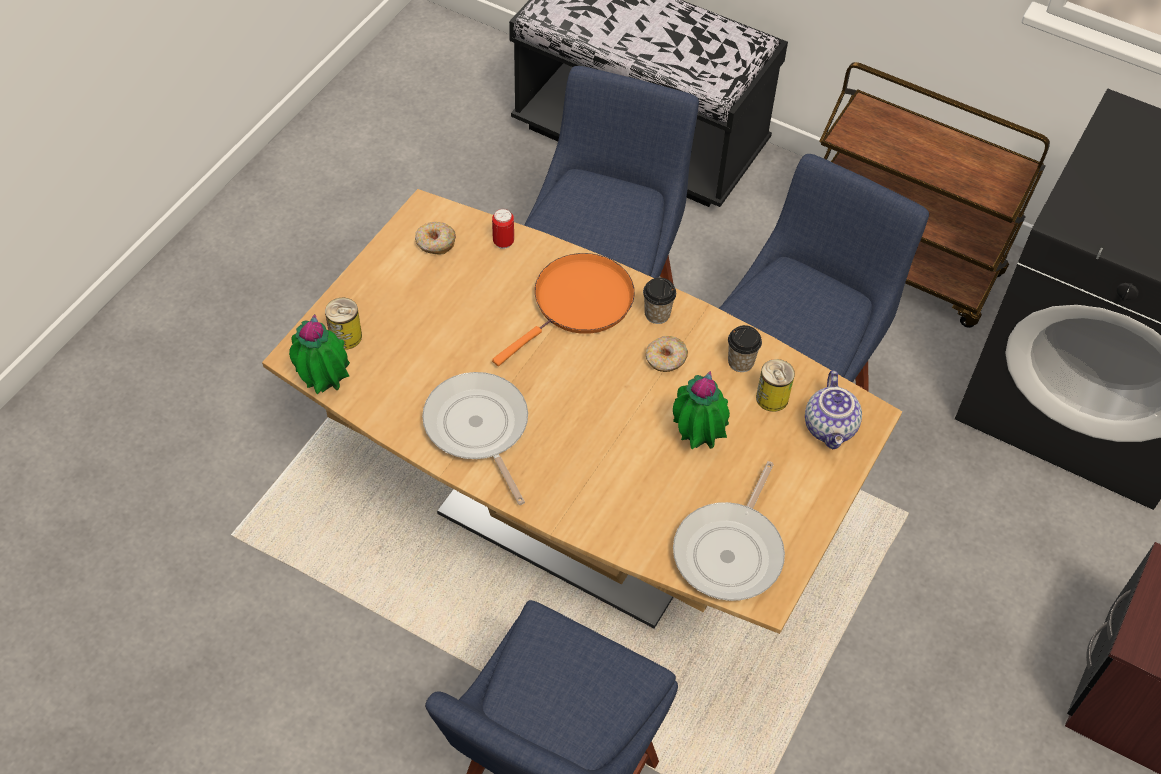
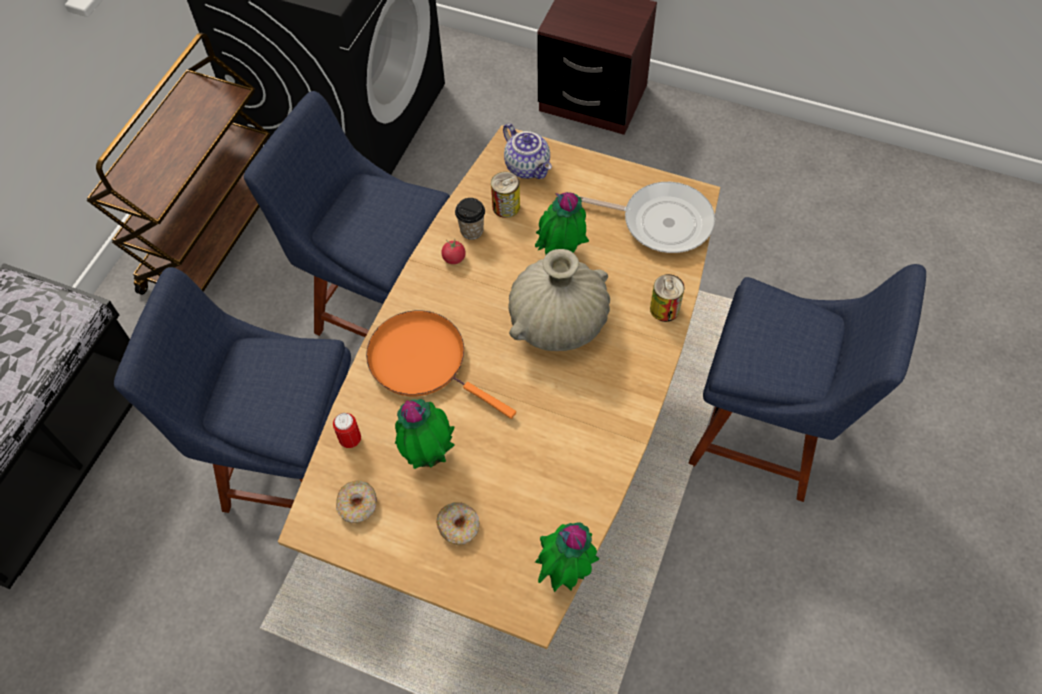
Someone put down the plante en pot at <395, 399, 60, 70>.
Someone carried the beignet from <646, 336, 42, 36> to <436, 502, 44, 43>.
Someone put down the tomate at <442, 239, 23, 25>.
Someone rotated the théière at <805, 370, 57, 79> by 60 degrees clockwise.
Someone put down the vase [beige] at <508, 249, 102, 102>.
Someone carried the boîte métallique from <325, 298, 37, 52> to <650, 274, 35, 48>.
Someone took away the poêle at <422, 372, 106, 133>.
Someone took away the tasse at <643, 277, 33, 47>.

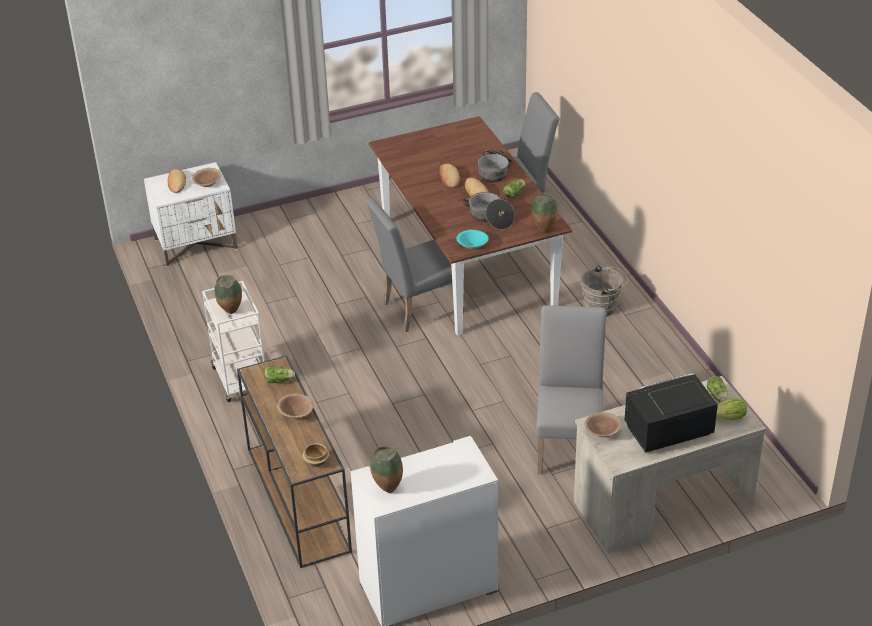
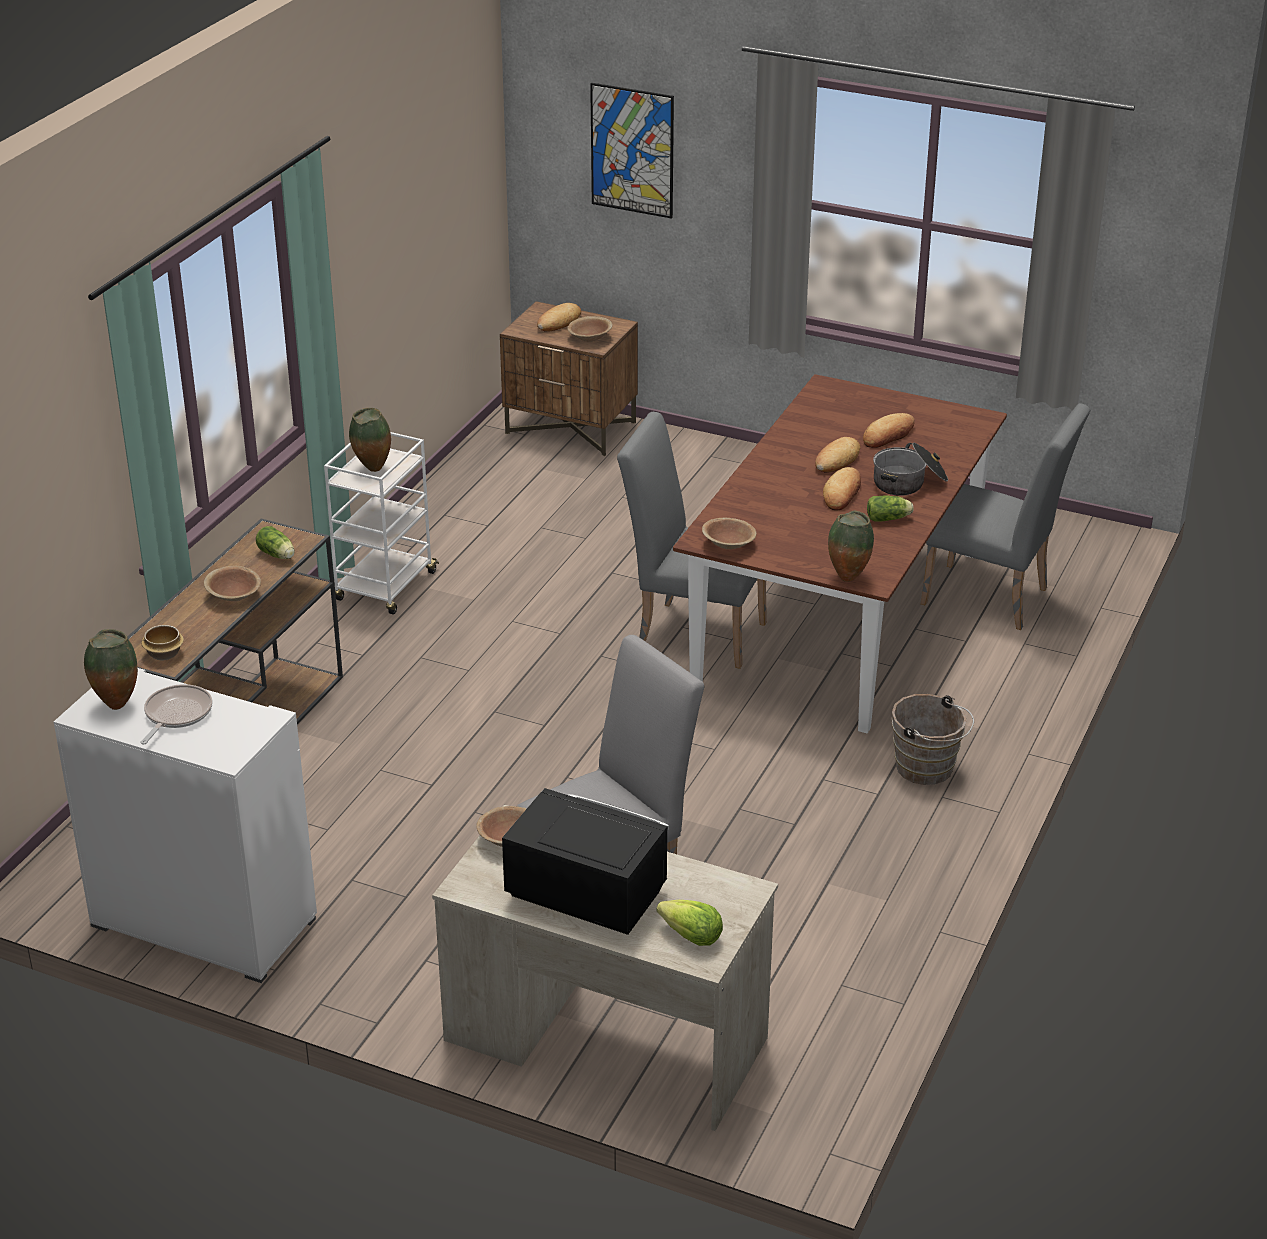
Someone put down the poêle at <140, 684, 72, 60>.
Someone repainted the table de chevet [blanc] at <144, 162, 93, 105>, which became the table de chevet [marron] at <500, 301, 138, 155>.
Someone put up the tableau at <590, 83, 84, 136>.
Someone repainted the bol [turquoise] at <456, 230, 33, 19>, which became the bol [marron] at <702, 518, 55, 31>.
Someone put down the pain at <863, 413, 52, 35>.
Someone took away the marmite at <463, 192, 52, 38>.
Someone took away the laitue at <707, 376, 21, 27>.

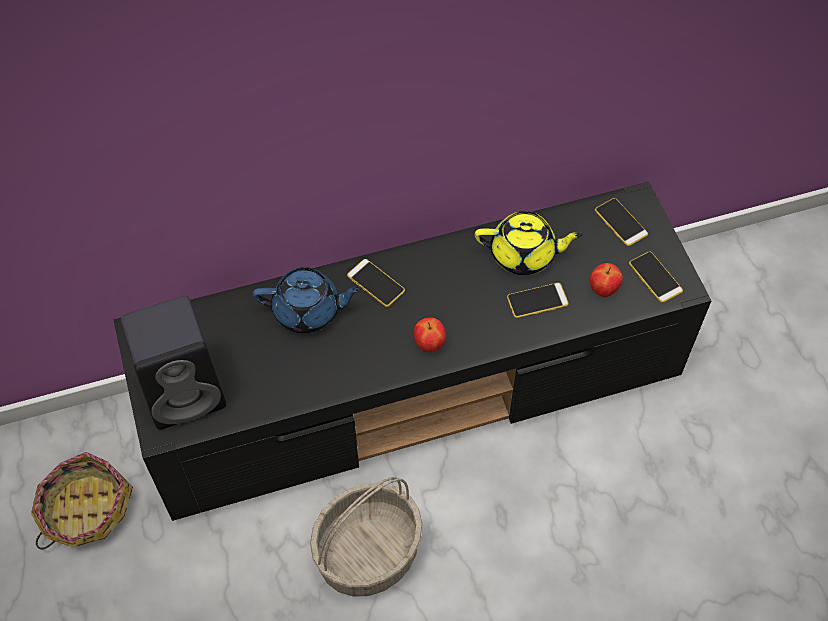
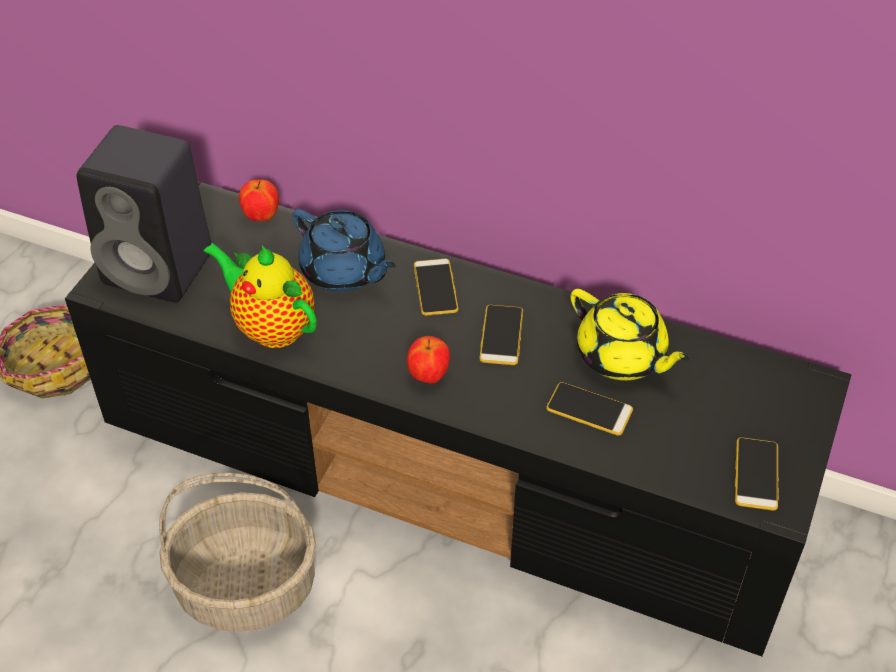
Someone put down the théière at <203, 243, 114, 105>.
Someone carried the pomme from <590, 263, 33, 34> to <239, 179, 40, 42>.
Someone carried the téléphone from <595, 198, 53, 48> to <479, 305, 44, 60>.

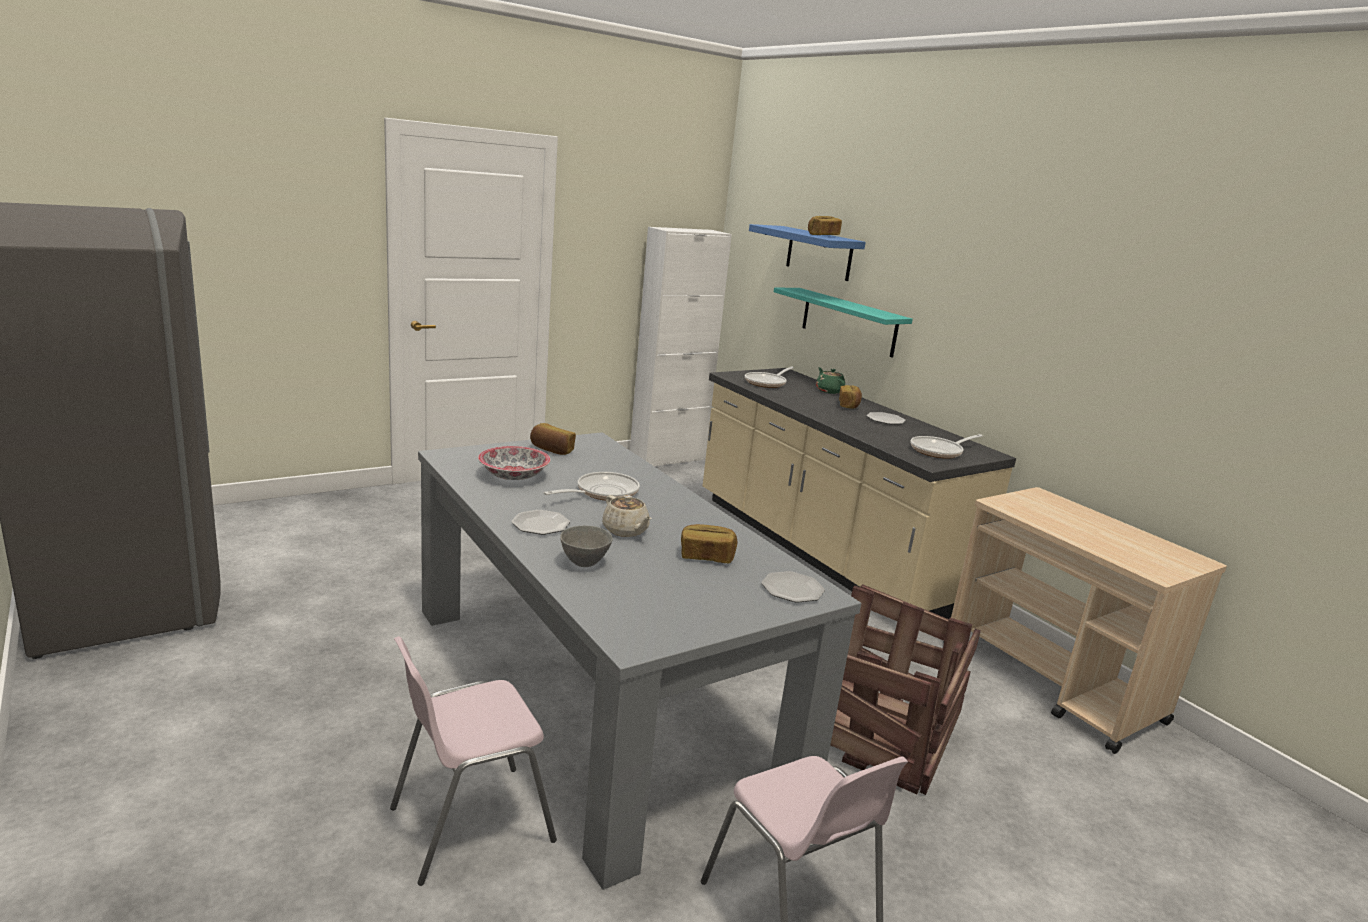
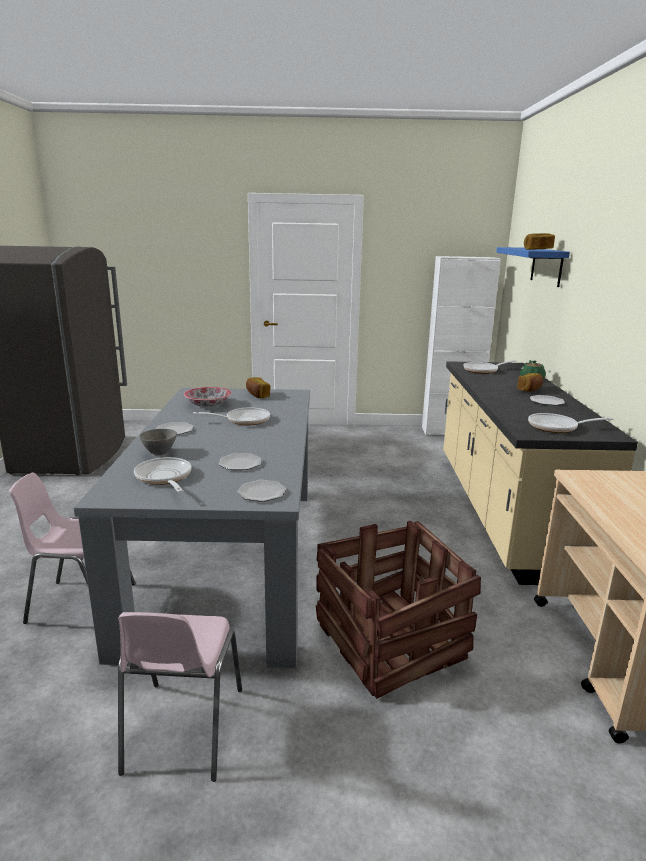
Someone put down the poêle at <134, 457, 57, 36>.
Someone swapped the pain at <681, 524, 57, 39> for the assiette at <219, 453, 43, 17>.
Someone took away the théière [beige] at <602, 495, 49, 42>.
Someone took away the étagère [turquoise] at <774, 288, 139, 70>.

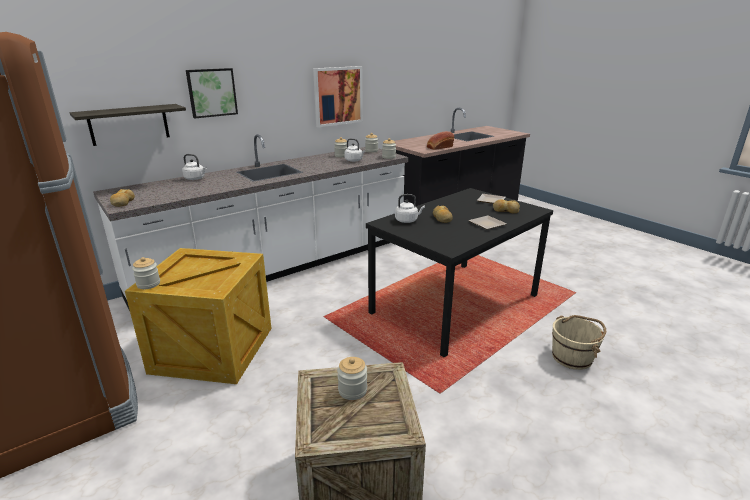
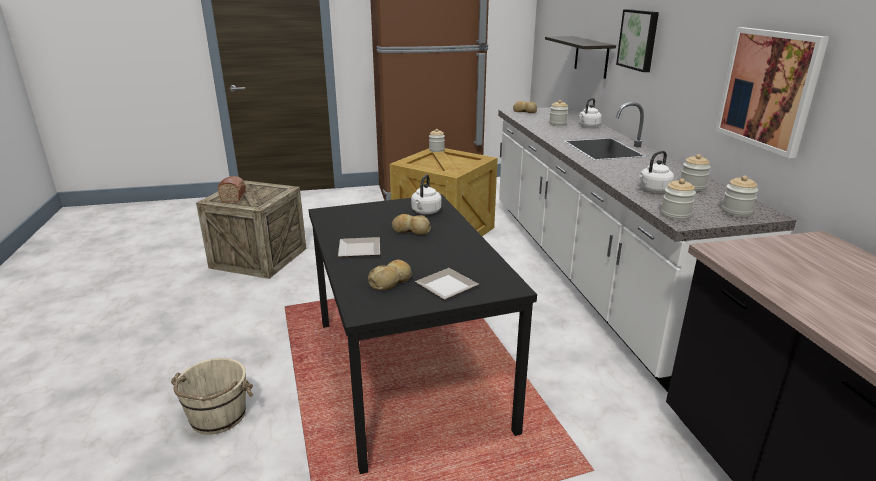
Someone carried the pain from <427, 131, 27, 19> to <218, 176, 28, 26>.
Someone carried the bocal from <337, 357, 30, 43> to <549, 100, 19, 26>.

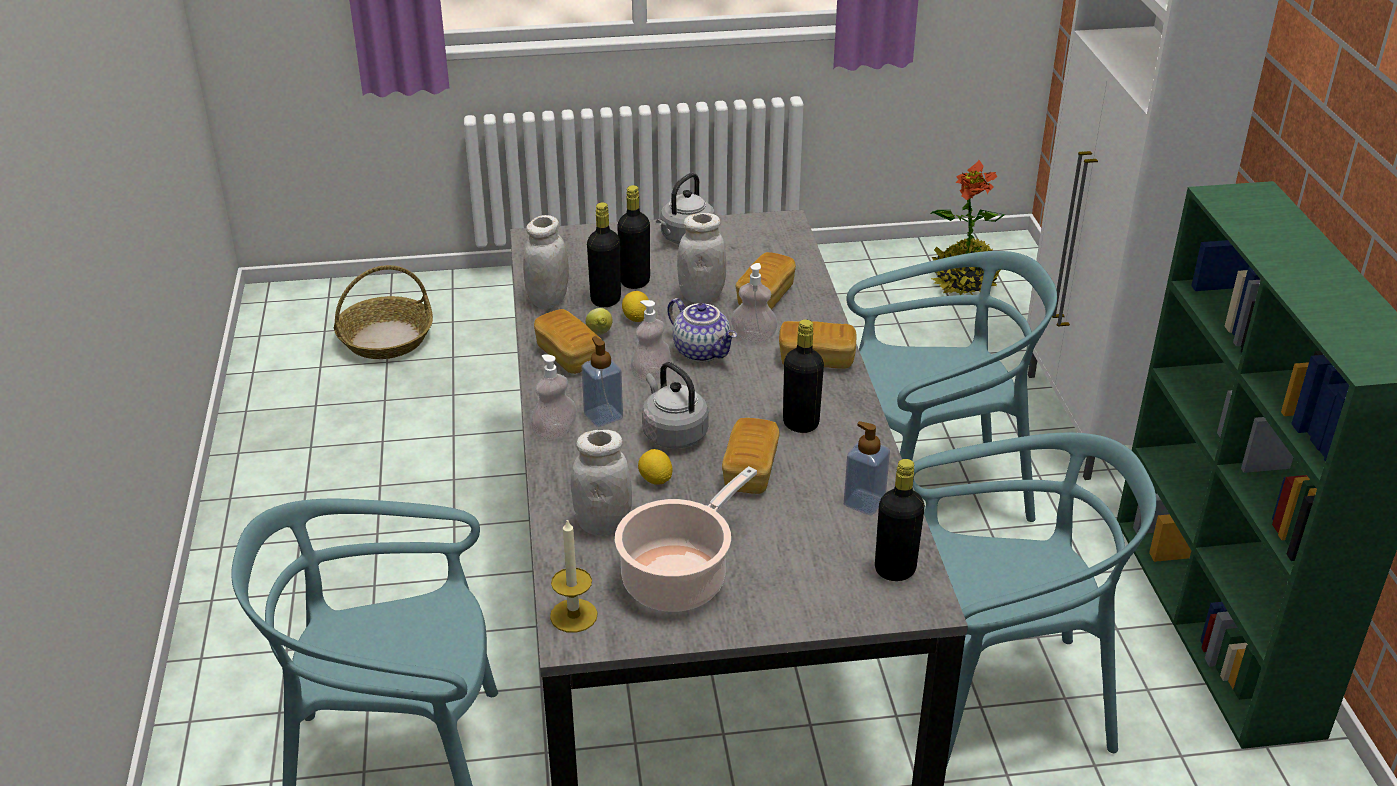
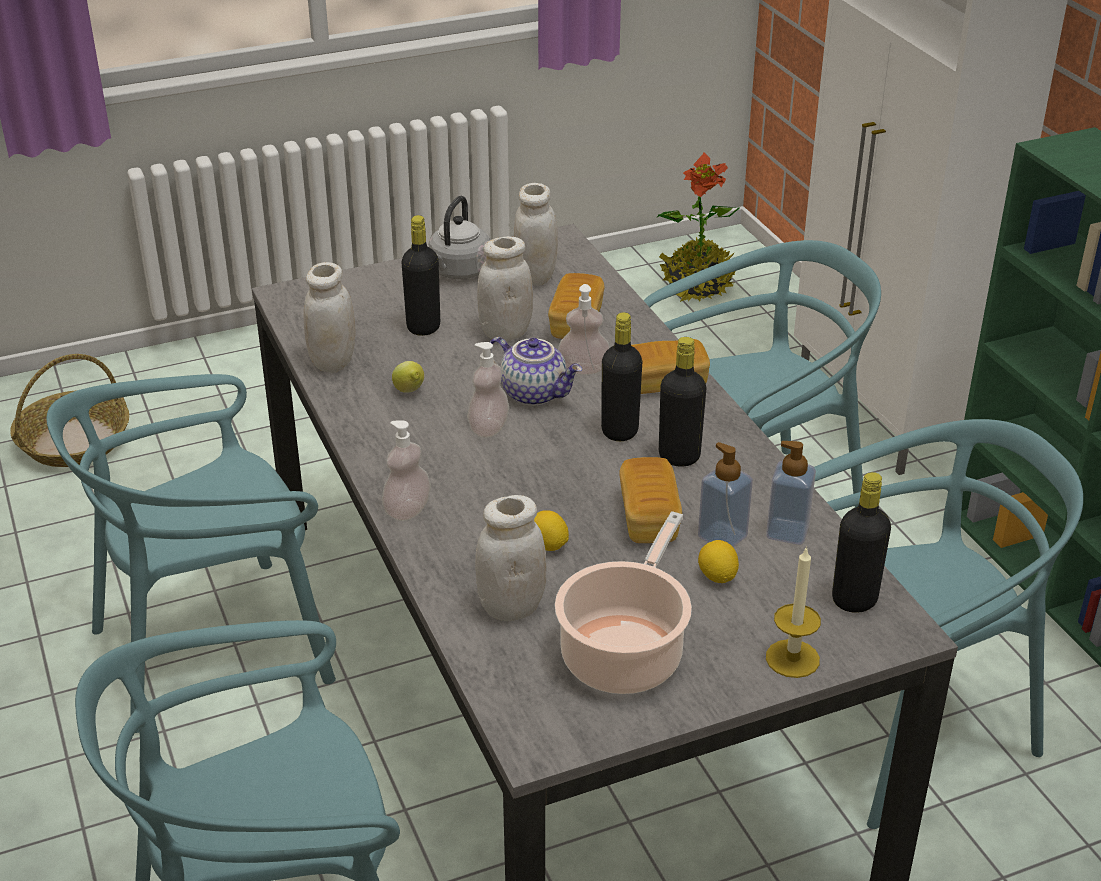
Someone put down the chaise [turquoise] at <46, 374, 290, 359>.
Someone put down the bocal [blanc] at <514, 183, 44, 103>.
Someone carried the bouteille [noir] from <587, 202, 34, 105> to <601, 312, 41, 129>.
Someone carried the distributeur de savon from <581, 336, 42, 91> to <698, 442, 55, 105>.
Someone carried the citron from <622, 291, 27, 31> to <698, 540, 41, 43>.
Someone carried the bougie from <550, 518, 48, 115> to <766, 546, 55, 132>.
Someone took away the pain at <534, 309, 68, 65>.
Someone took away the bouilloire [gris] at <642, 362, 67, 87>.

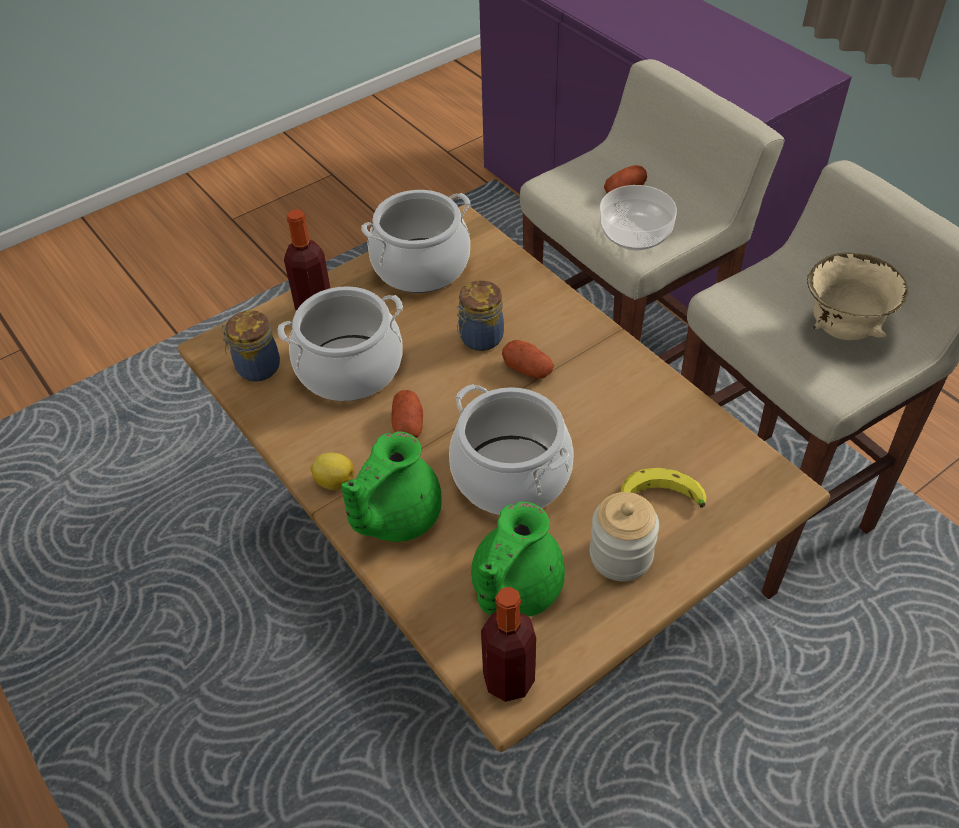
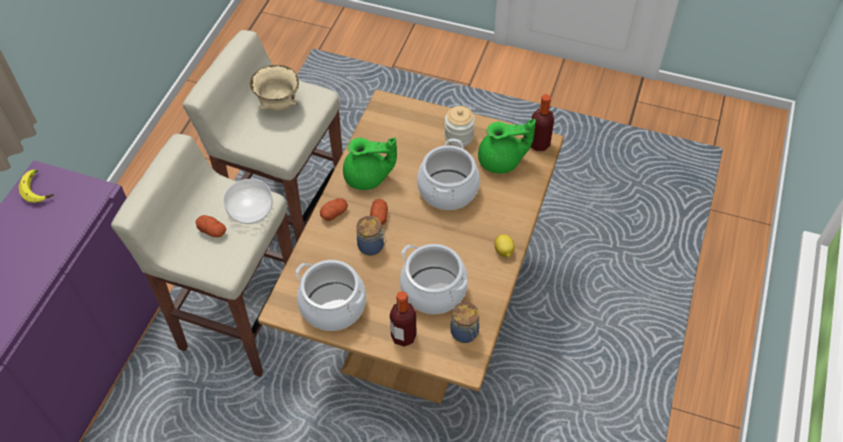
Someone carried the banane from <621, 468, 86, 40> to <19, 169, 35, 34>.
Someone carried the pomme de terre from <391, 390, 32, 48> to <320, 198, 28, 23>.
Someone carried the théière [vert] from <341, 431, 101, 111> to <343, 138, 54, 52>.

